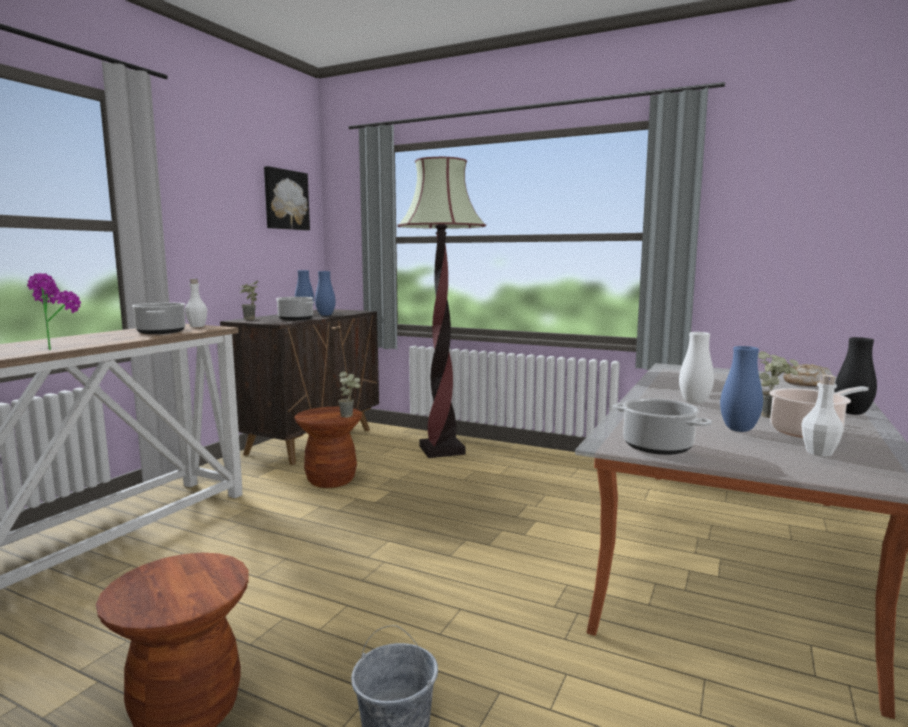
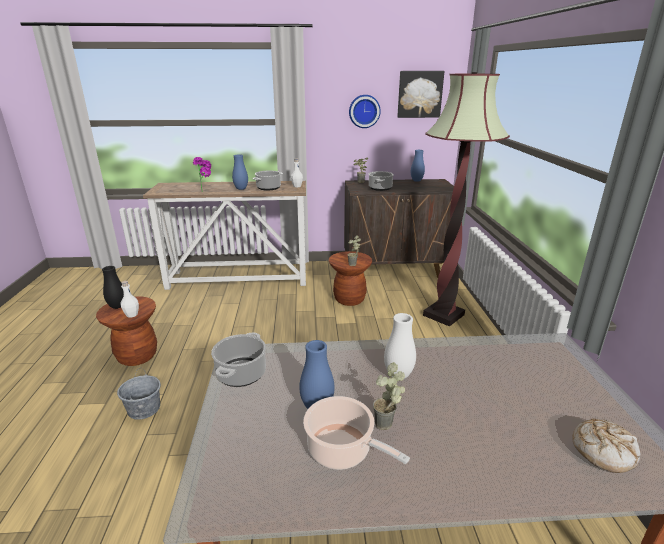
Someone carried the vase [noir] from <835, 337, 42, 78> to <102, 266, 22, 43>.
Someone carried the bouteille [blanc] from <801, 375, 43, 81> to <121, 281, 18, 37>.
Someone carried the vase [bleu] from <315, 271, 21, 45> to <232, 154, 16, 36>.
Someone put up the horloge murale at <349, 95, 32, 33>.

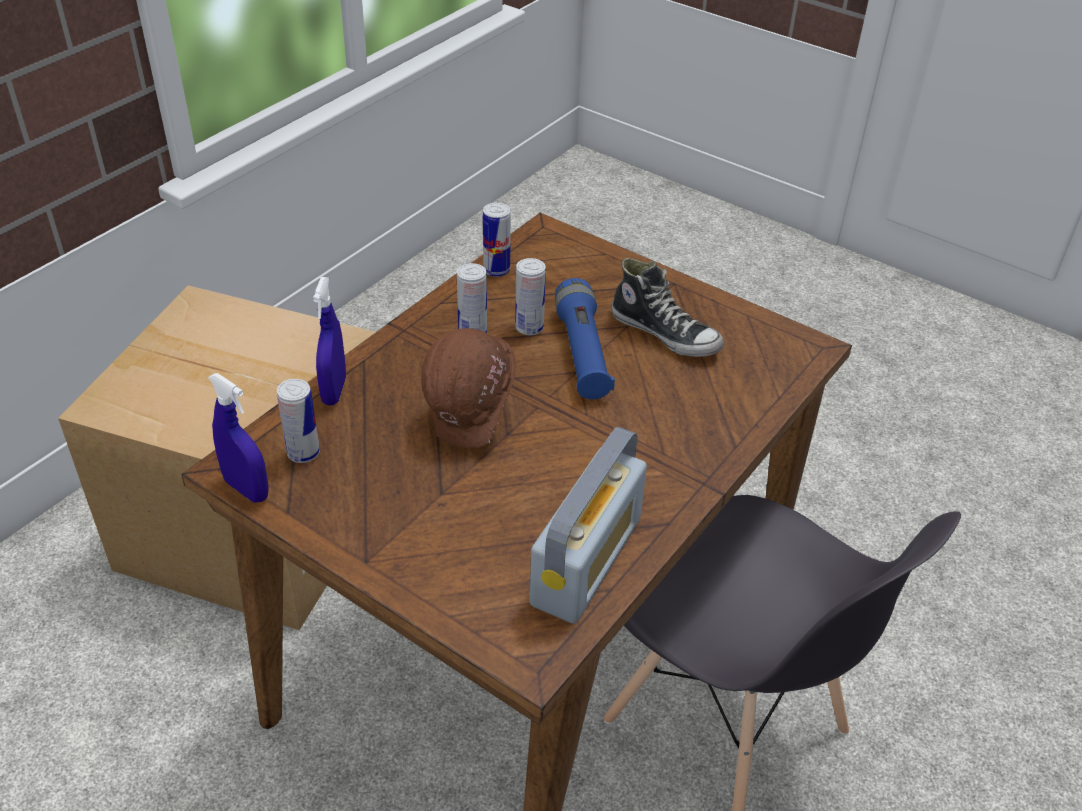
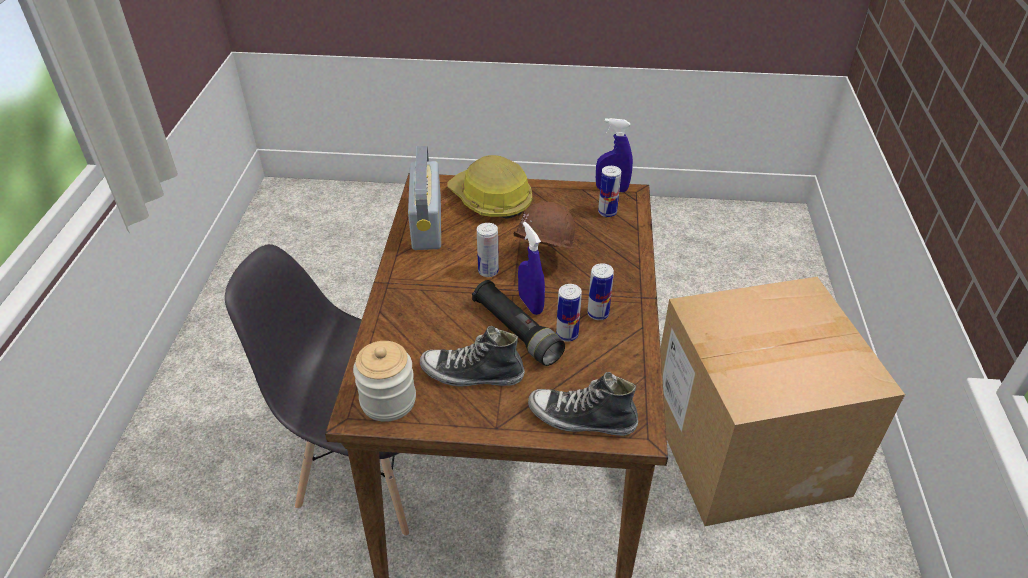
Someone put down the bocal at <353, 341, 63, 81>.
Someone put down the casque de chantier at <447, 155, 85, 64>.
Someone repainted the lampe de poche [bleu] at <555, 278, 60, 121>, which became the lampe de poche [noir] at <472, 280, 93, 86>.
Someone carried the boîte métallique from <483, 203, 28, 74> to <477, 223, 22, 54>.
Someone carried the vaporisateur [bleu] from <313, 277, 33, 128> to <518, 222, 27, 93>.
Someone put down the chaussure at <528, 372, 110, 64>.

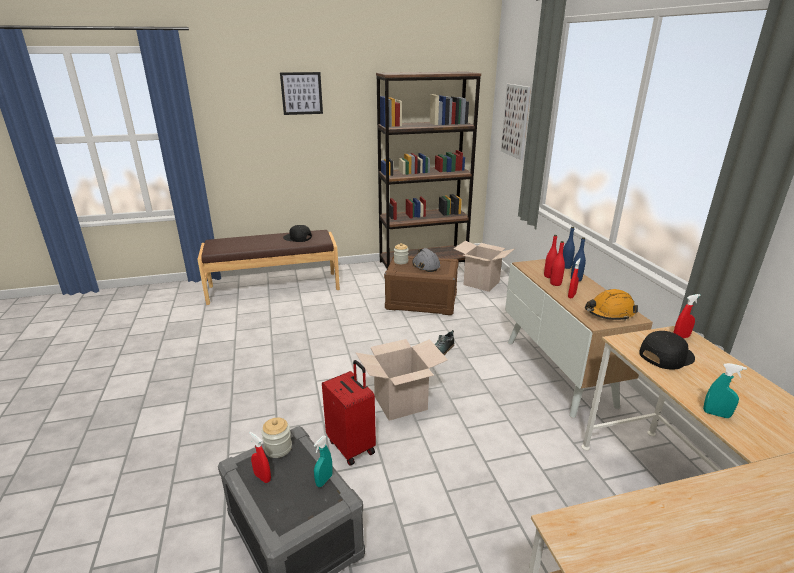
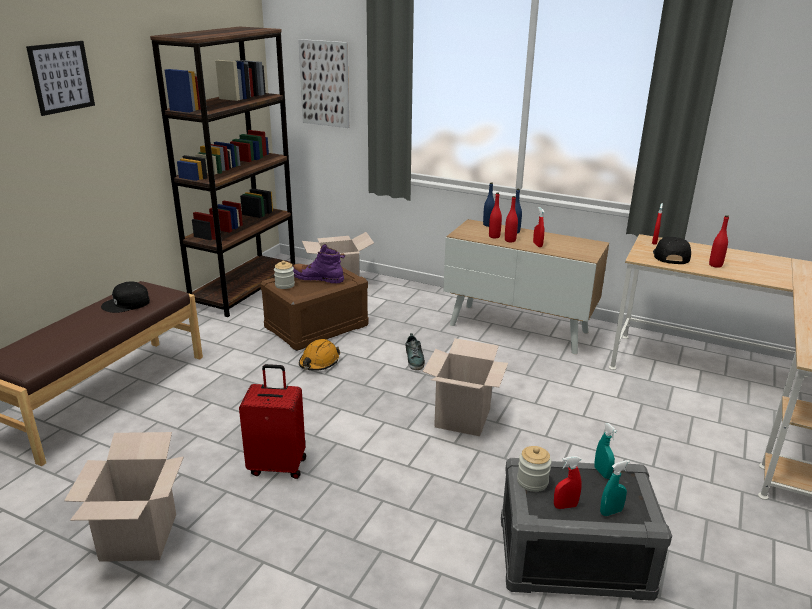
Someone put down the carton at <64, 432, 120, 130>.
Someone carried the valise [rouge] from <322, 360, 54, 106> to <239, 364, 67, 115>.
Someone swapped the casque de chantier [gris] at <412, 248, 28, 24> for the botte [violet] at <293, 244, 52, 40>.
Someone carried the casque de chantier [orange] from <585, 289, 53, 32> to <299, 339, 41, 32>.
Someone carried the vaporisateur [turquoise] from <703, 363, 44, 55> to <600, 460, 30, 56>.
Someone put down the bouteille [rouge] at <709, 215, 20, 53>.

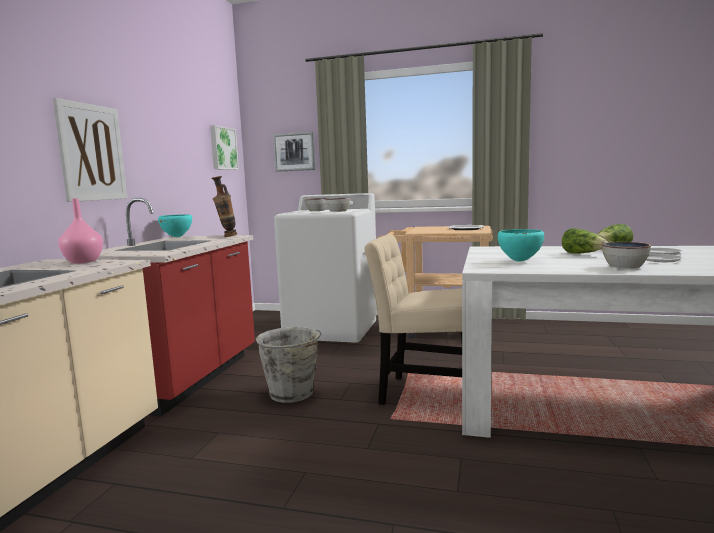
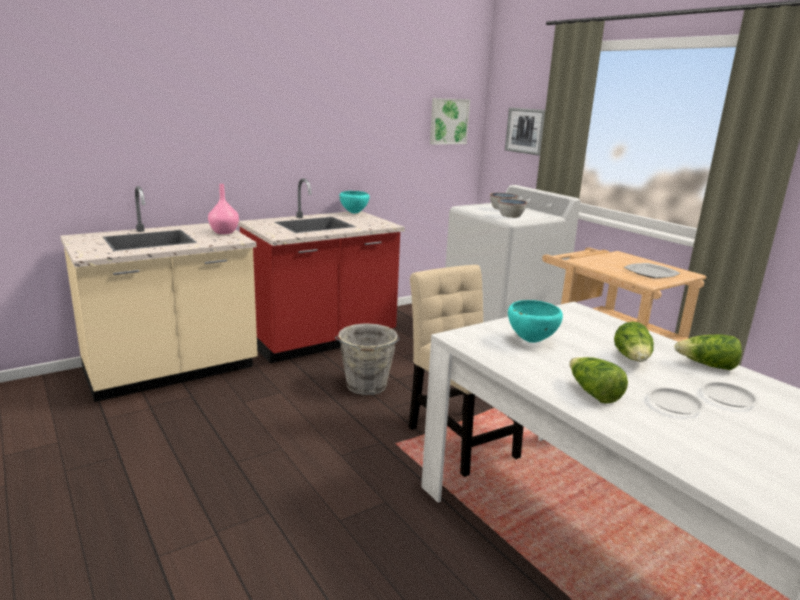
Someone swapped the bol at <602, 242, 49, 27> for the laitue at <570, 357, 58, 47>.
Someone took away the tableau at <53, 98, 74, 104>.
Someone took away the vase at <211, 176, 26, 61>.

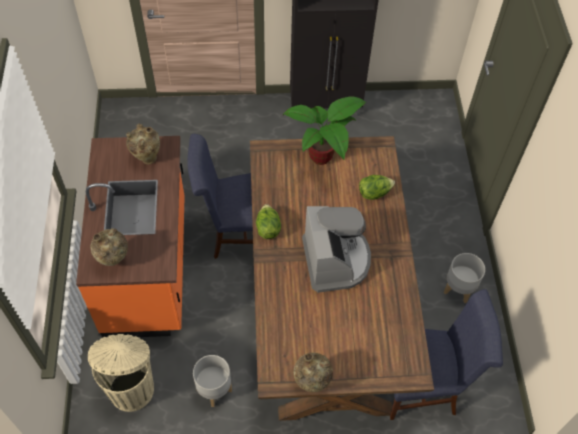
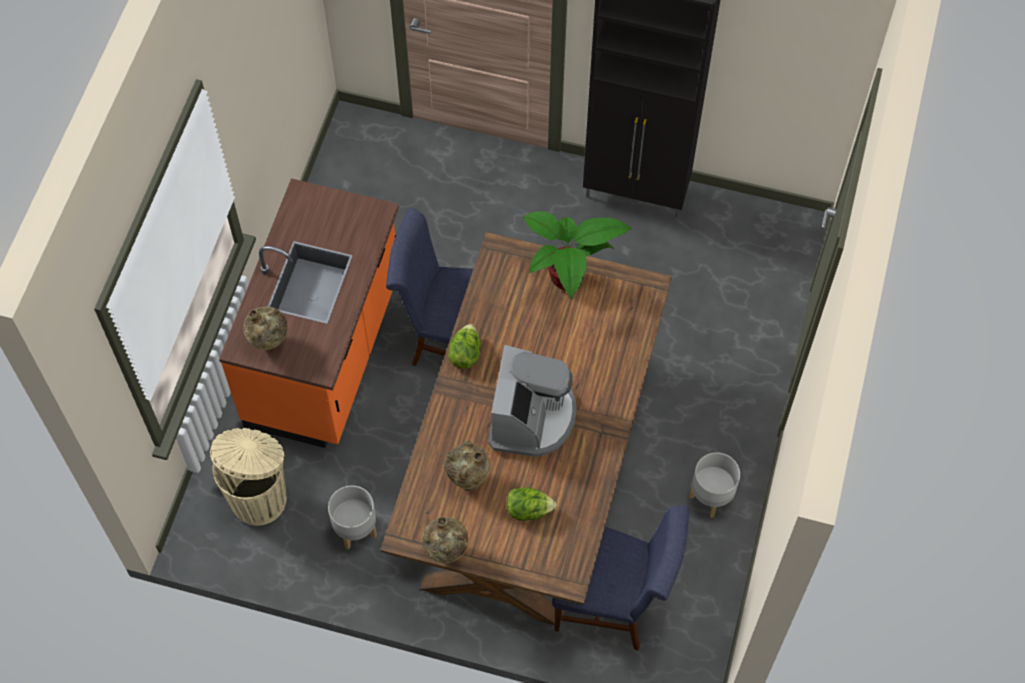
Someone carried the vase [beige] from <126, 124, 34, 41> to <444, 440, 46, 51>.
Someone carried the laitue from <359, 175, 36, 25> to <506, 487, 50, 34>.

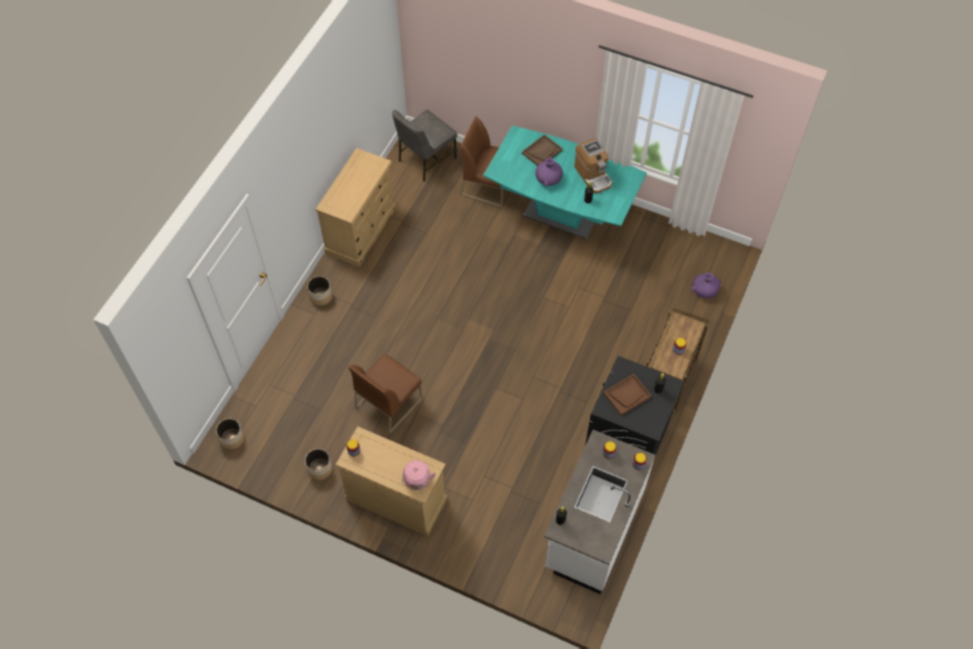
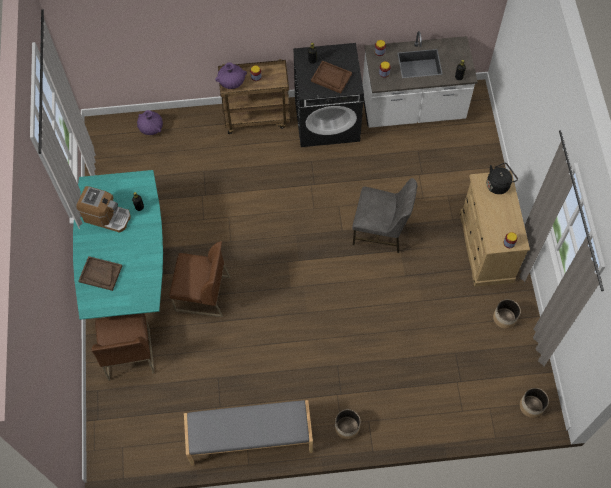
Someone rotated the machine à café at <574, 138, 39, 56> by 75 degrees clockwise.
Someone carried the chaise [marron] from <348, 354, 74, 80> to <169, 241, 61, 76>.
Someone swapped the commode [beige] at <315, 148, 81, 119> for the banc [gris] at <184, 400, 129, 66>.
Someone carried the vase [violet] from <535, 157, 28, 29> to <215, 62, 32, 27>.
Someone carried the chaise [gris] from <392, 110, 65, 71> to <352, 178, 65, 75>.
Someone repainted the bouilloire [rose] at <402, 460, 34, 30>, which became the bouilloire [noir] at <487, 163, 31, 31>.

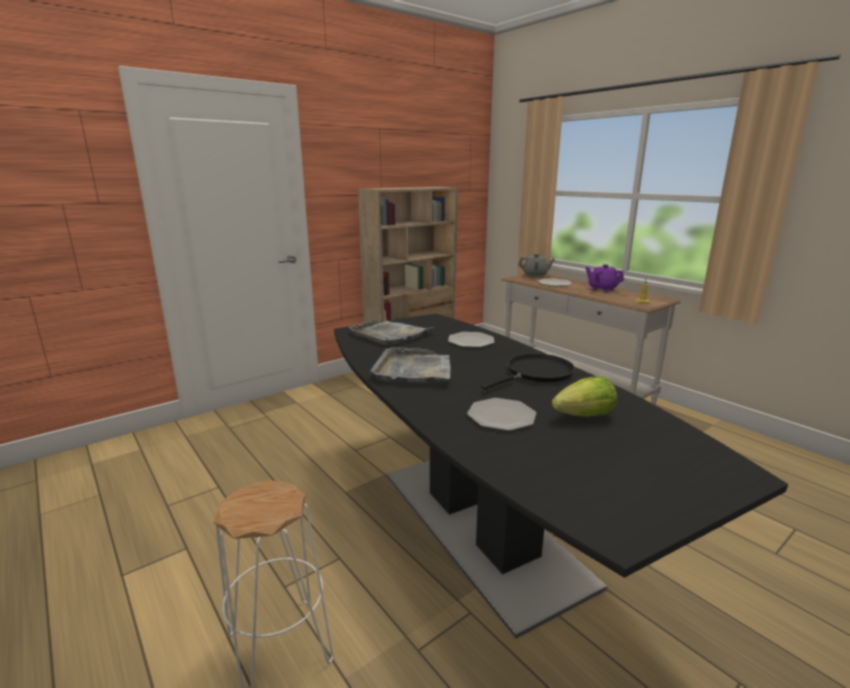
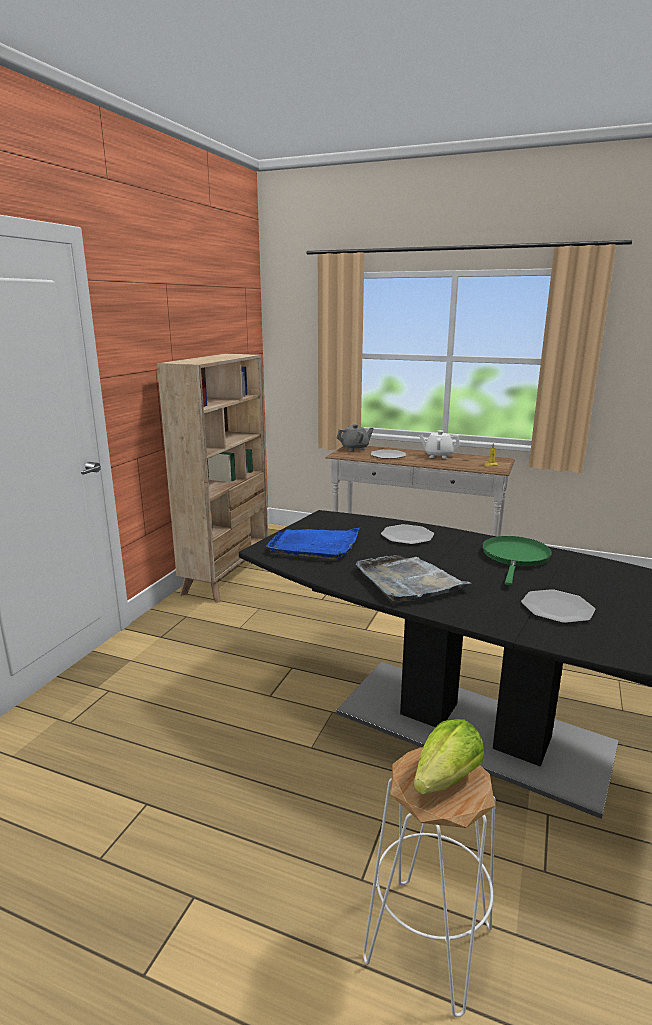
Someone repainted the plateau [gris] at <349, 320, 86, 25>, which became the plateau [bleu] at <267, 528, 93, 31>.
Someone carried the laitue from <552, 376, 65, 41> to <414, 719, 70, 76>.
Someone repainted the théière [violet] at <585, 264, 39, 28>, which became the théière [blanc] at <419, 430, 41, 29>.
Someone repainted the poêle [noir] at <481, 353, 94, 37>, which became the poêle [vert] at <482, 536, 70, 50>.

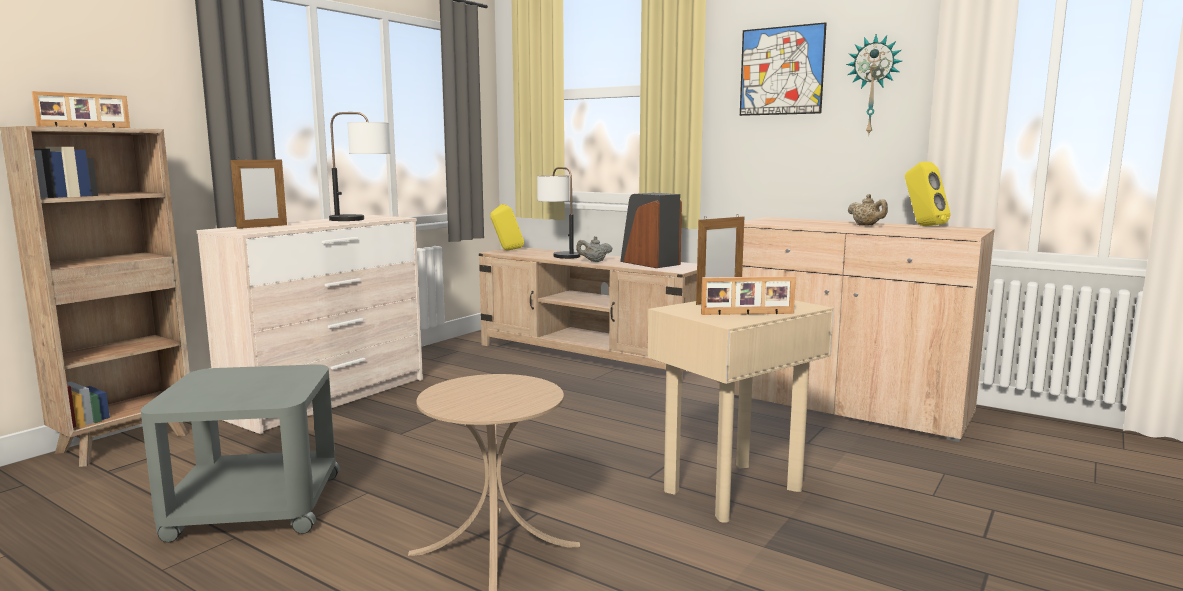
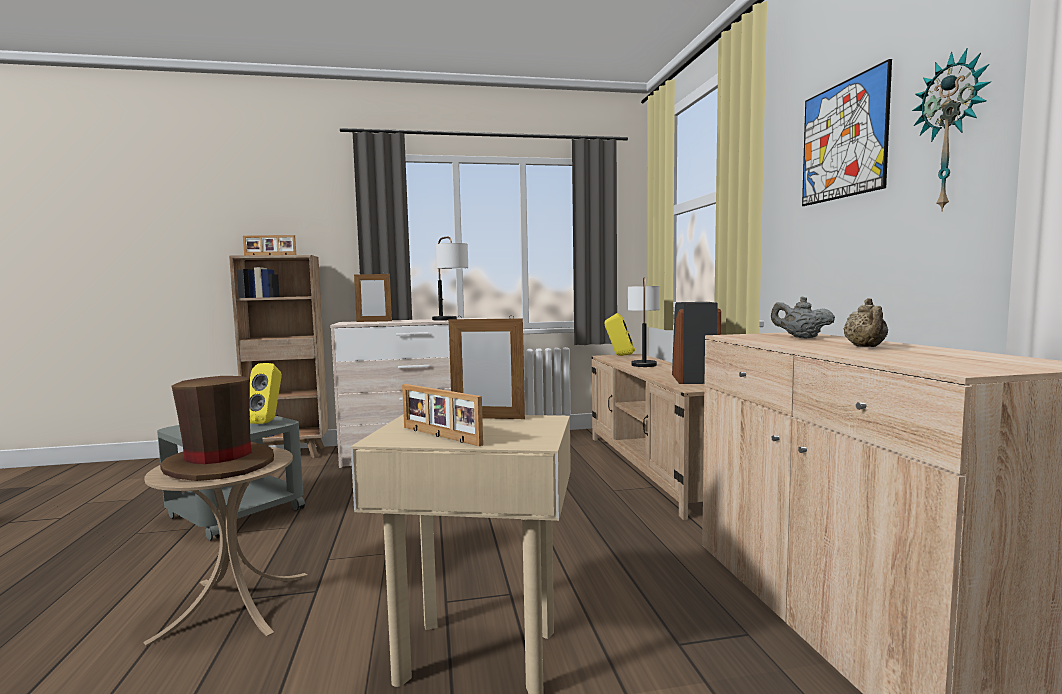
Someone put down the chapeau [marron] at <160, 376, 114, 105>.
Someone carried the enceinte [jaune] from <905, 162, 45, 64> to <250, 363, 32, 61>.
Someone carried the théière [gris] from <576, 236, 37, 26> to <771, 297, 64, 42>.

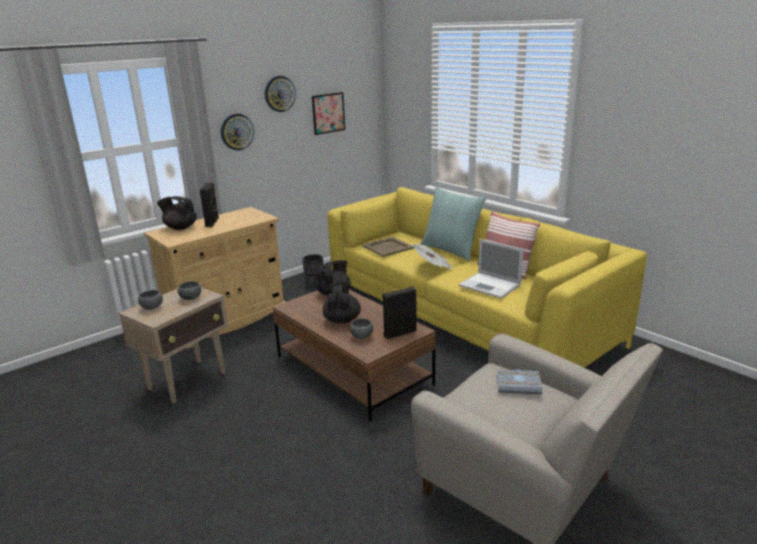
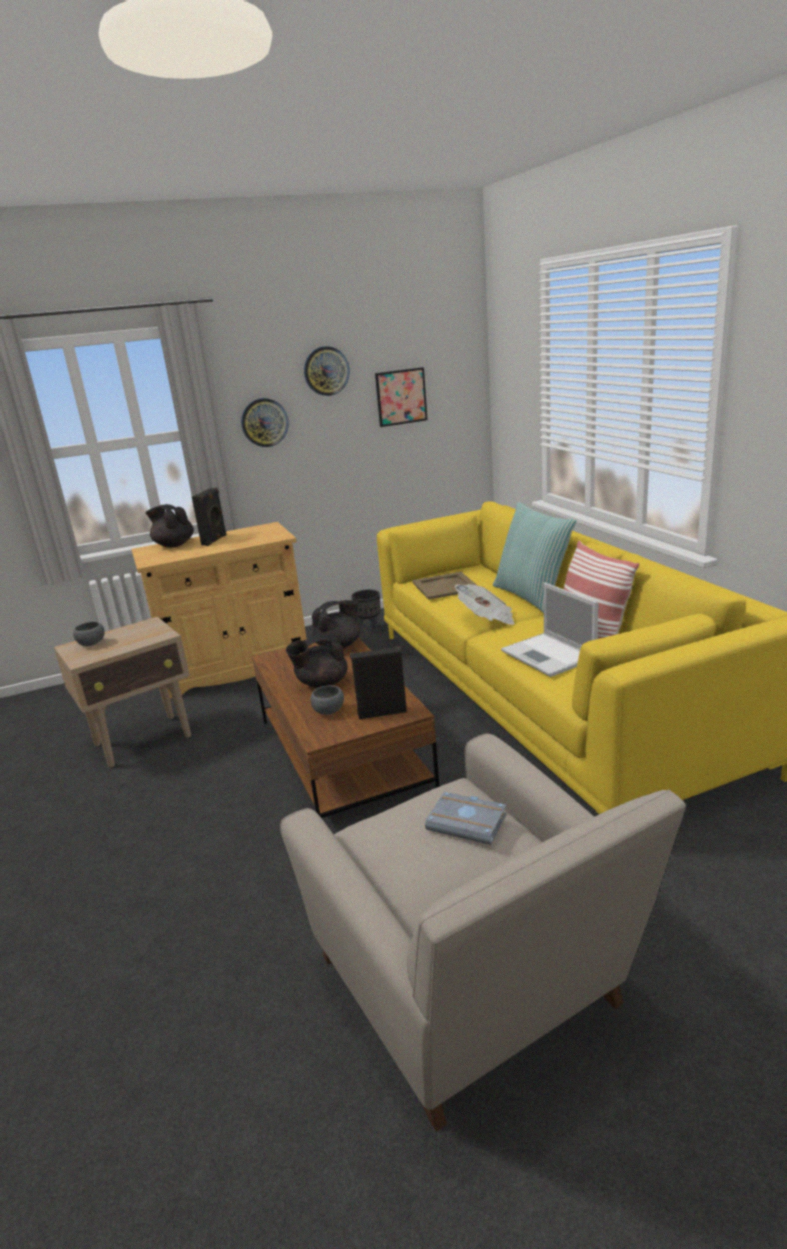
Someone rotated the théière [noir] at <322, 282, 39, 42> by 135 degrees counterclockwise.
Someone took away the bol [gris] at <178, 281, 23, 19>.

